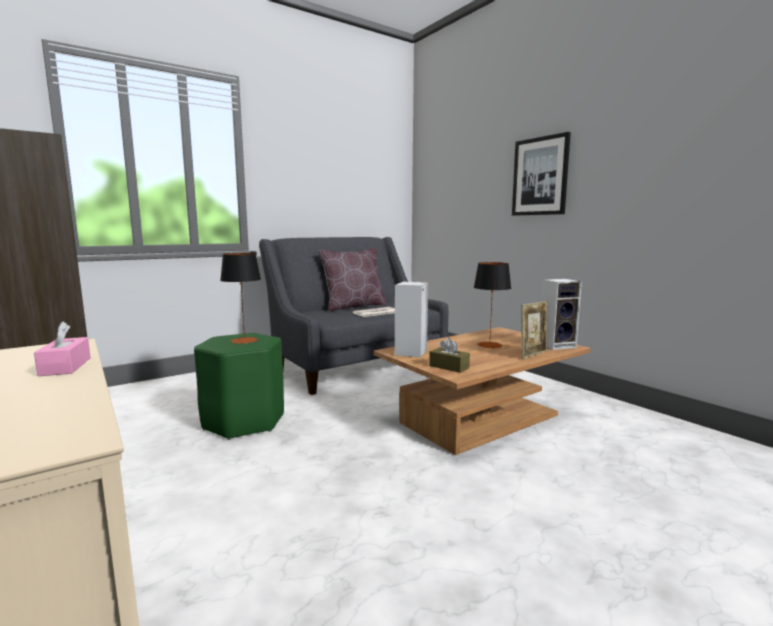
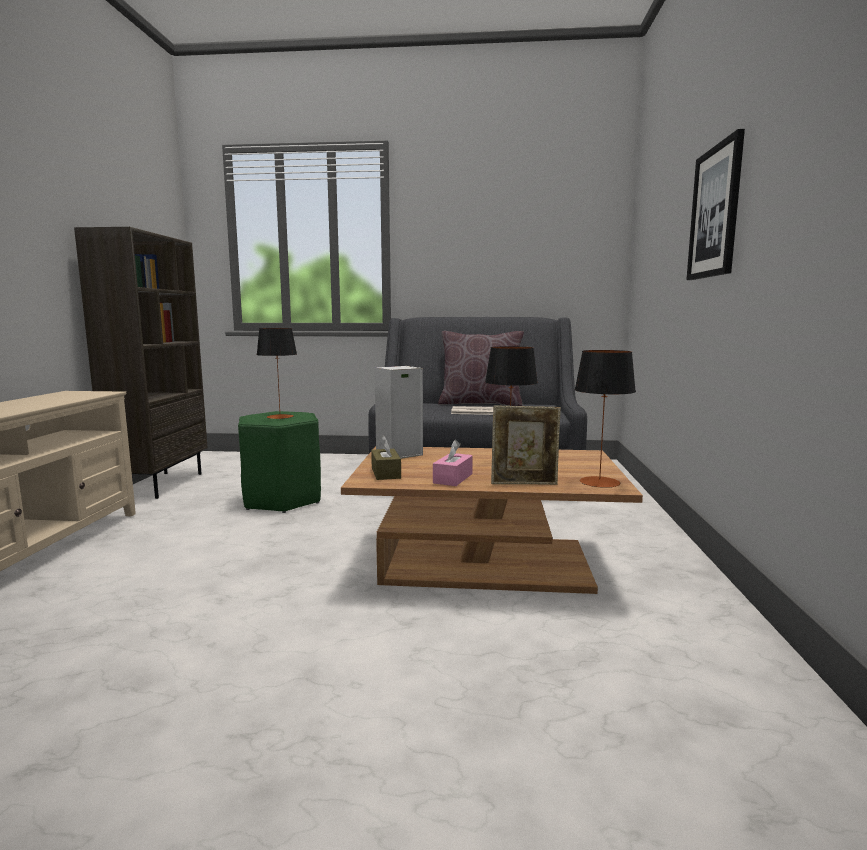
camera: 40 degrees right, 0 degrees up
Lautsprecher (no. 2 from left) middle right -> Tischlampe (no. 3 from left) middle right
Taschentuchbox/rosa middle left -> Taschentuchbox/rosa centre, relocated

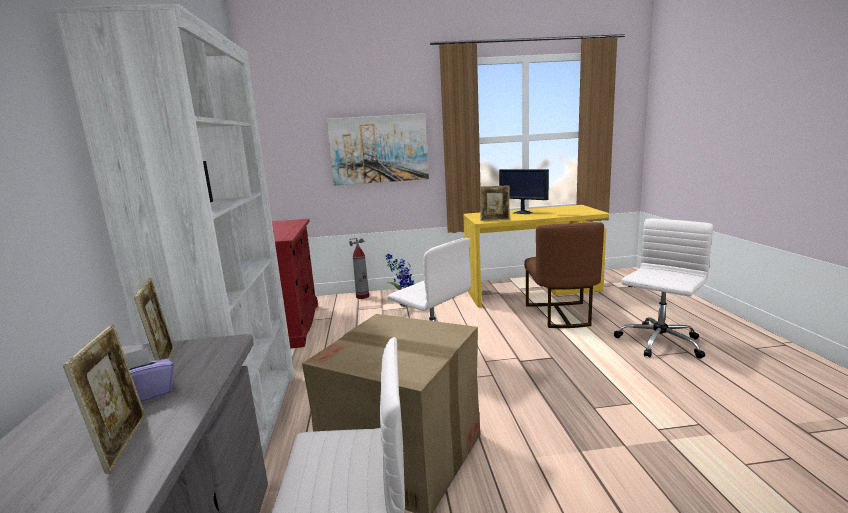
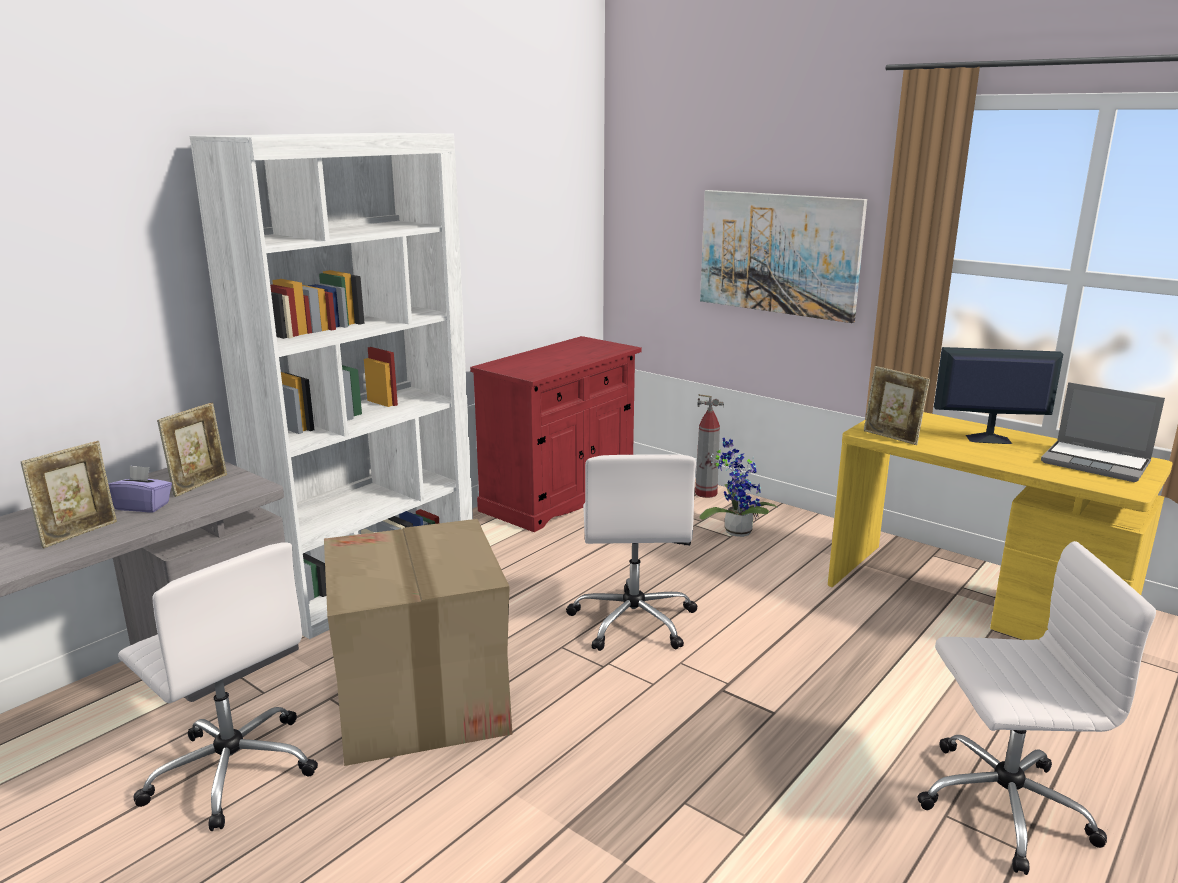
camera: 45 degrees right, 5 degrees up
Monitor centre -> Monitor middle right, 105 degrees clockwise
Stuhl/braun centre -> none
none -> Laptop middle right

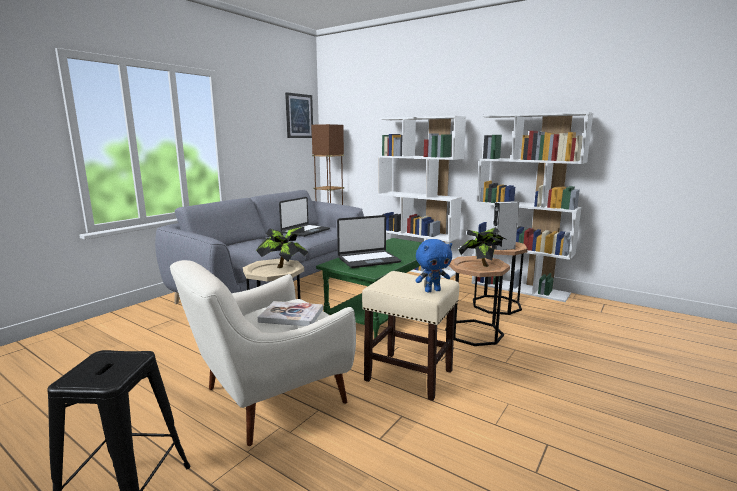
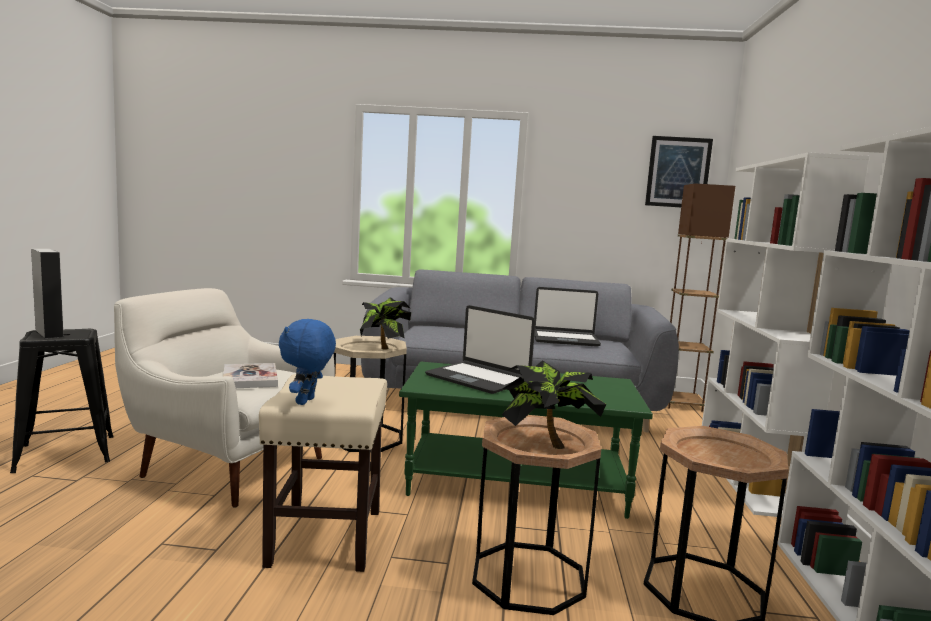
camera: 60 degrees right, 5 degrees down
Lautsprecher/grau middle right -> Lautsprecher/grau middle left, relocated
Plüschtier/blau centre -> Plüschtier/blau middle left, 60 degrees clockwise

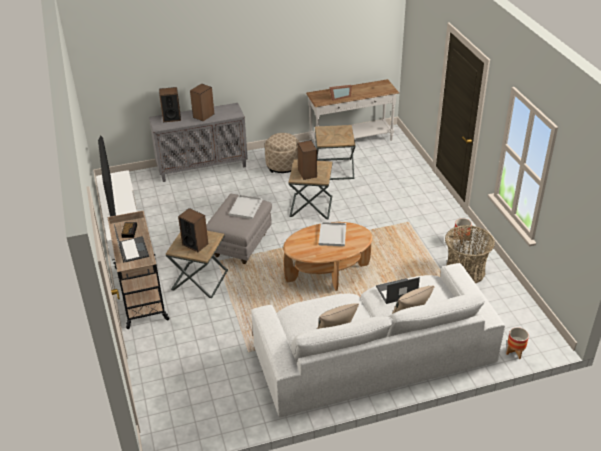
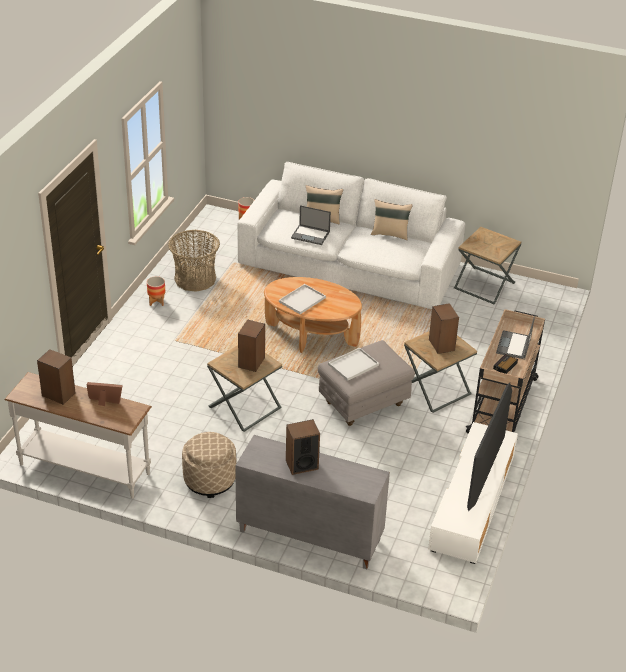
camera: 145 degrees left, 0 degrees up
Lautsprecher (no. 1 from left) top left -> Lautsprecher (no. 1 from left) middle left, relocated
Beistelltisch/braun (no. 3 from left) centre -> Beistelltisch/braun (no. 3 from left) middle right, relocated

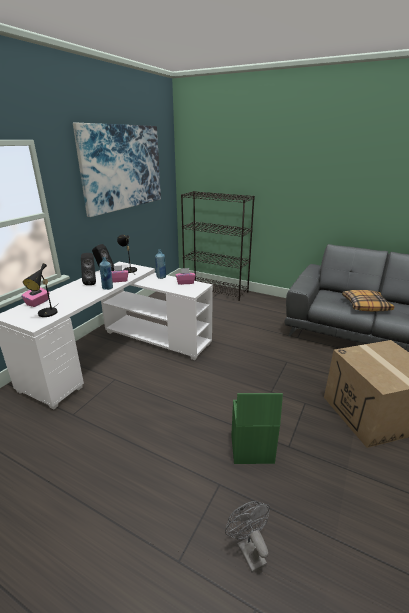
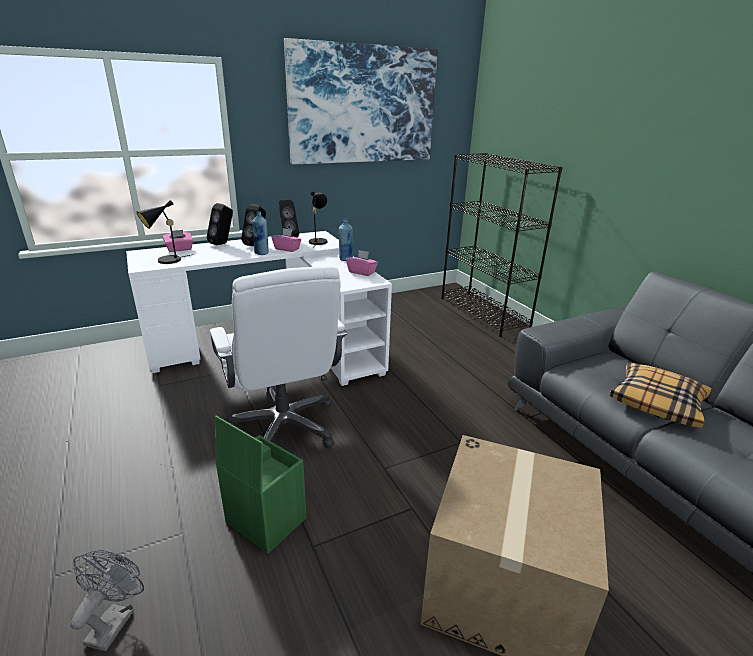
camera: 35 degrees right, 0 degrees up
none -> Lautsprecher/schwarz (no. 1 from left) middle left
none -> Bürostuhl/weiß centre

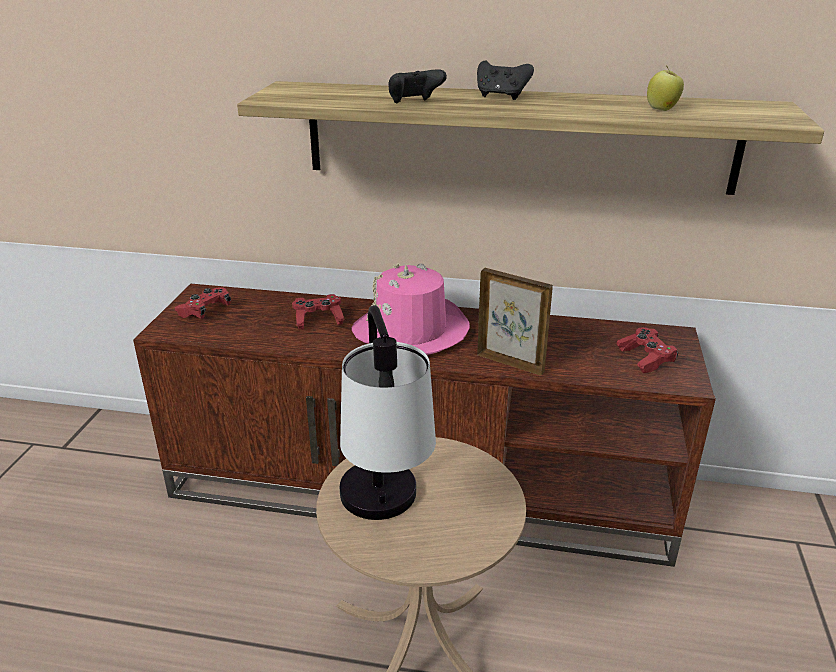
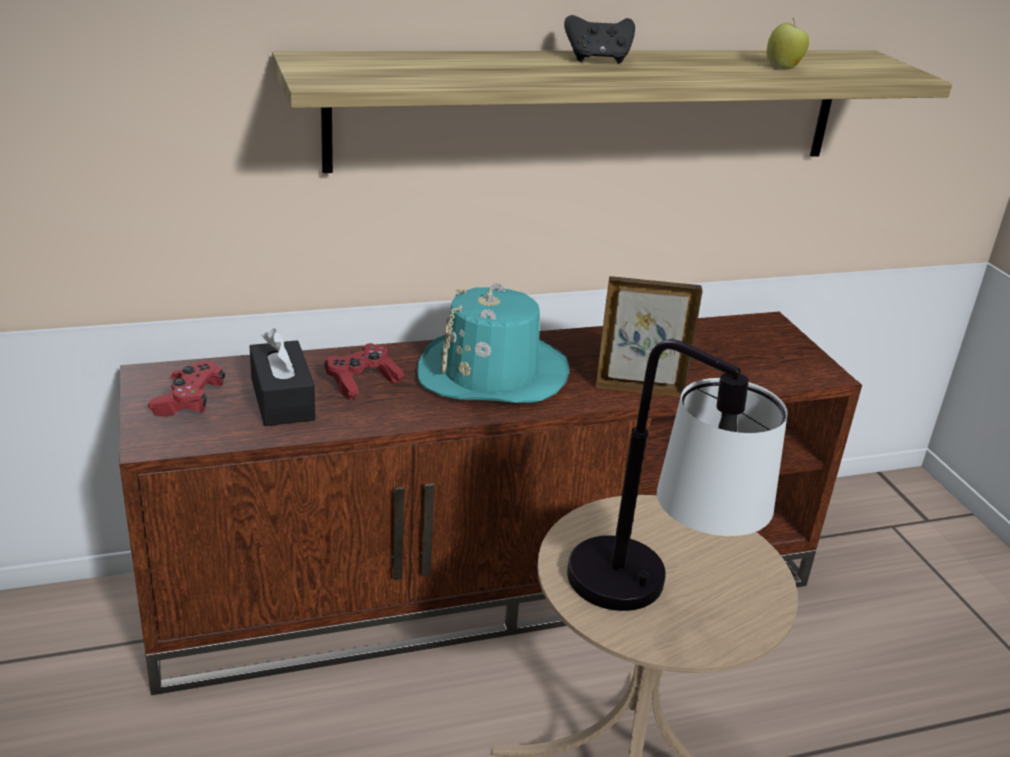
camera: 30 degrees left, 0 degrees up
Gamepad/schwarz (no. 1 from left) top centre -> none
Hut/rosa centre -> Hut/türkis centre
Gamepad/rot (no. 3 from left) middle right -> none
none -> Taschentuchbox/schwarz middle left

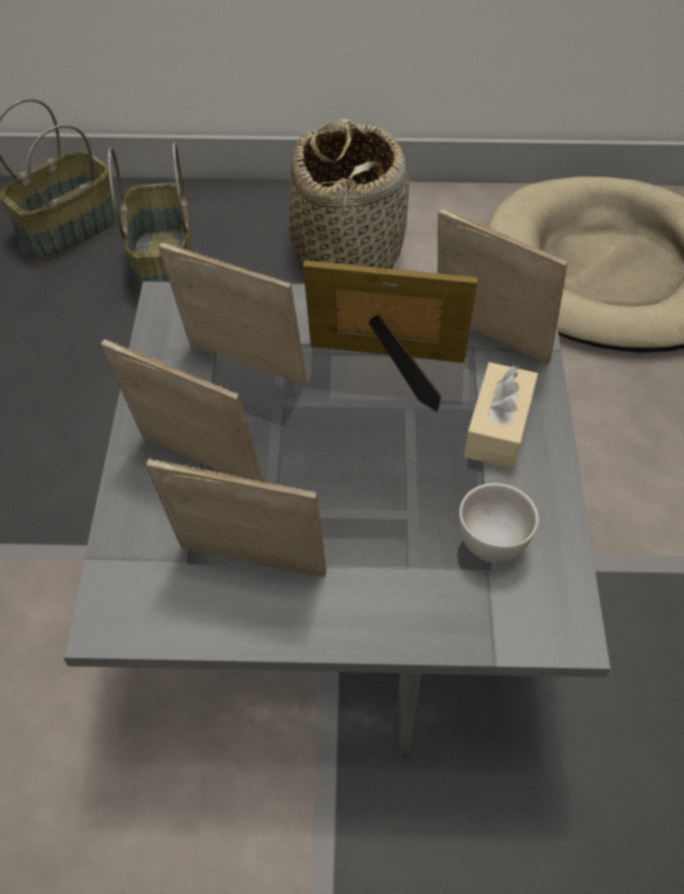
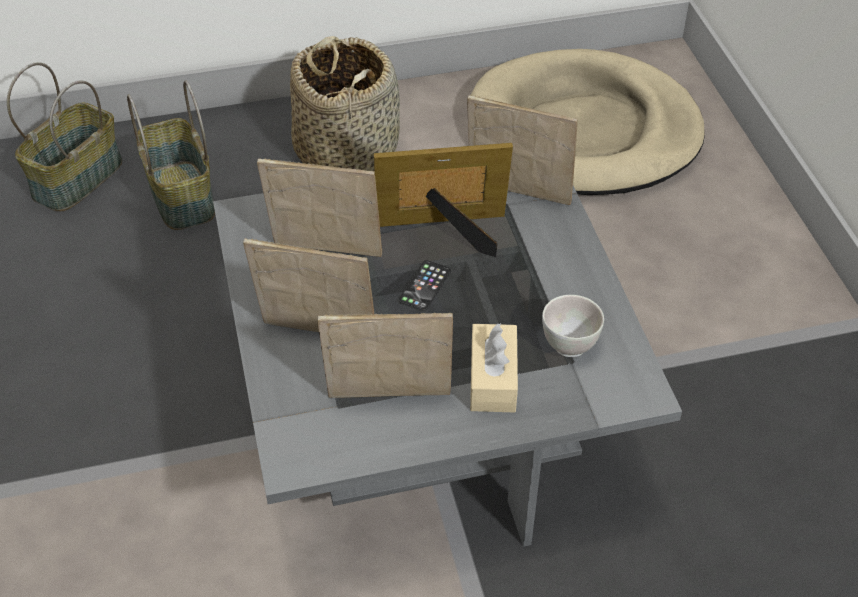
camera: 15 degrees left, 5 degrees down
Taschentuchbox/beige middle right -> Taschentuchbox/beige centre, relocated
none -> Handy centre

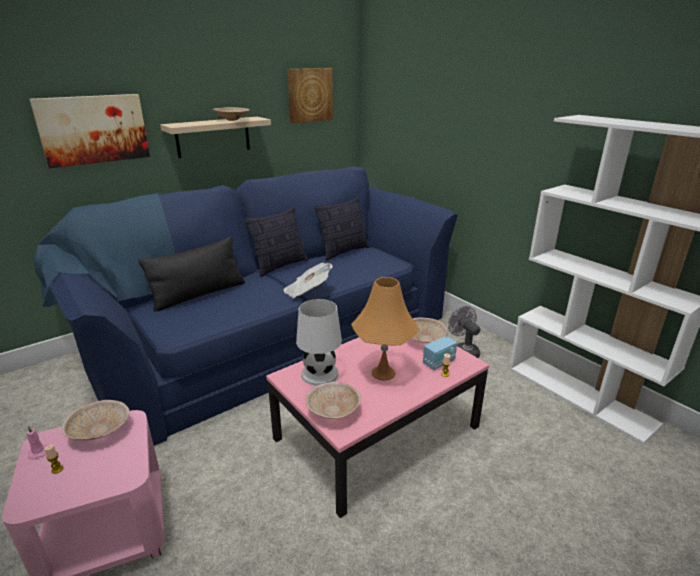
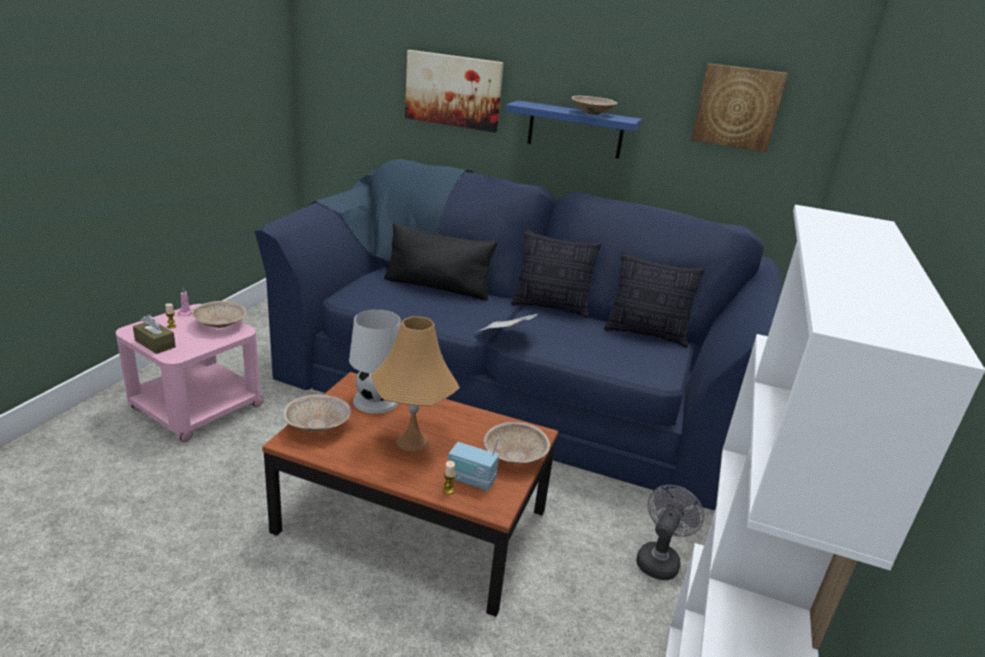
camera: 55 degrees right, 0 degrees up
Wandregal/beige top left -> Wandregal/blau top centre
Couchtisch/rosa bottom centre -> Couchtisch/braun bottom centre
none -> Taschentuchbox/braun middle left

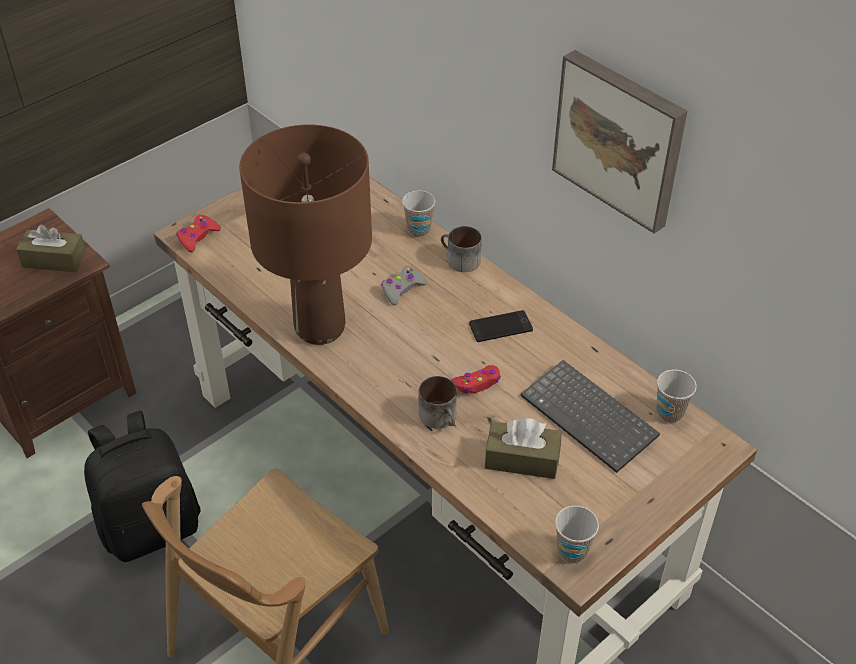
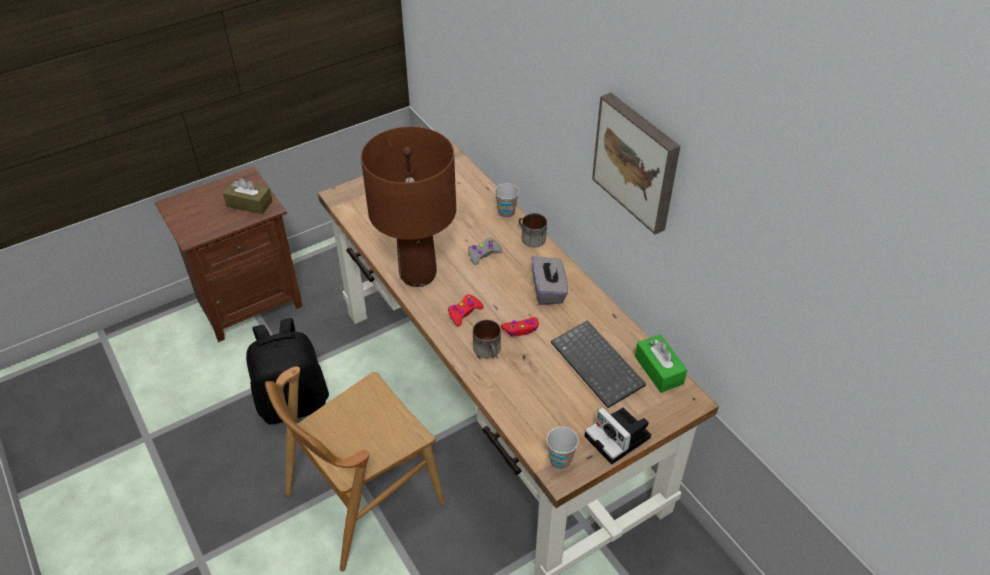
camera: 10 degrees right, 0 degrees up
Gamepad/rot (no. 1 from left) middle left -> Gamepad/rot (no. 1 from left) centre, relocated
Handy centre -> Taschentuchbox/grau centre
Tasse (no. 3 from left) middle right -> Taschentuchbox/grün middle right
Taschentuchbox/braun (no. 2 from left) bottom centre -> none
none -> Kamera bottom centre

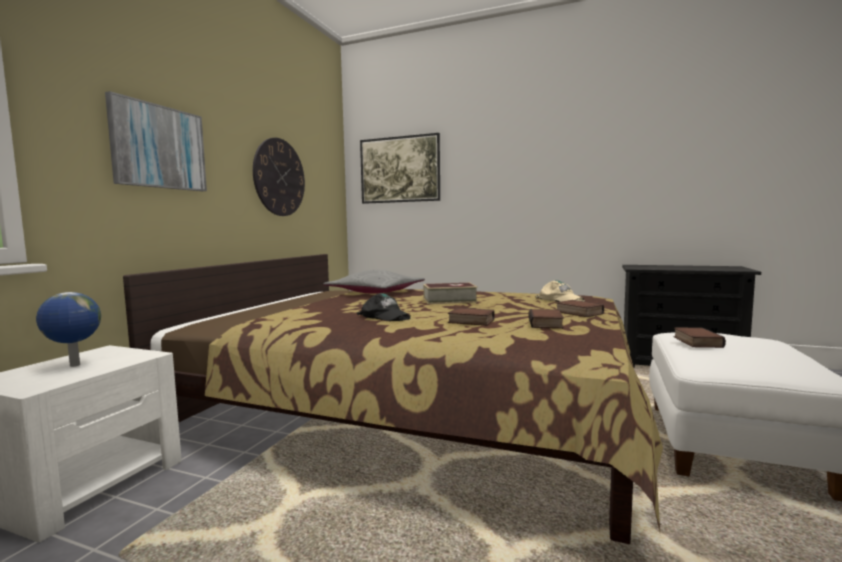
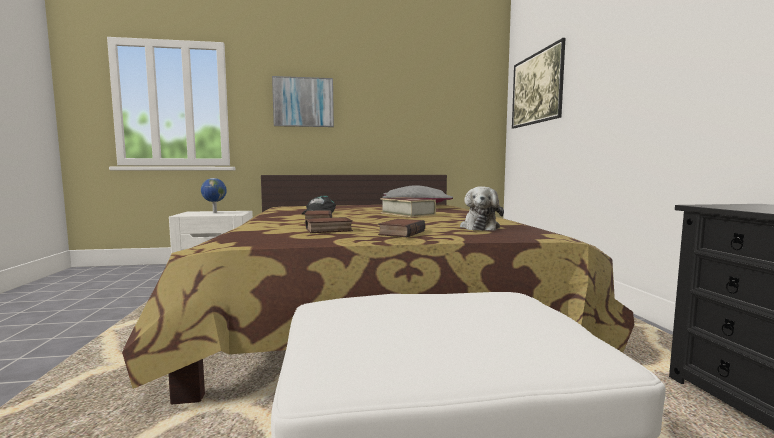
camera: 60 degrees right, 0 degrees up
Wanduhr top left -> none
Kappe/beige centre -> Plüschtier centre
Buch (no. 5 from left) middle right -> none

